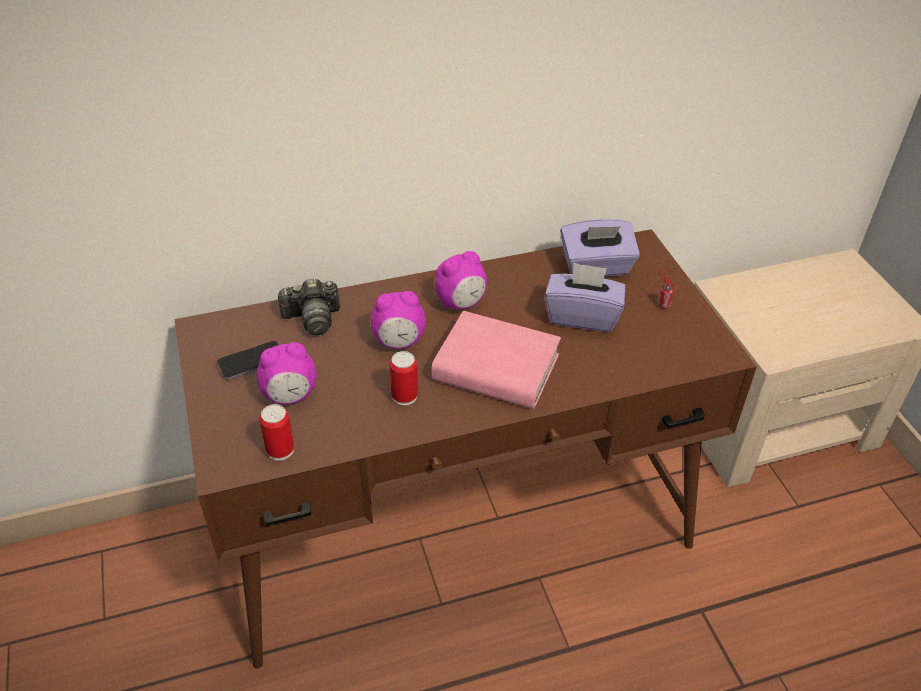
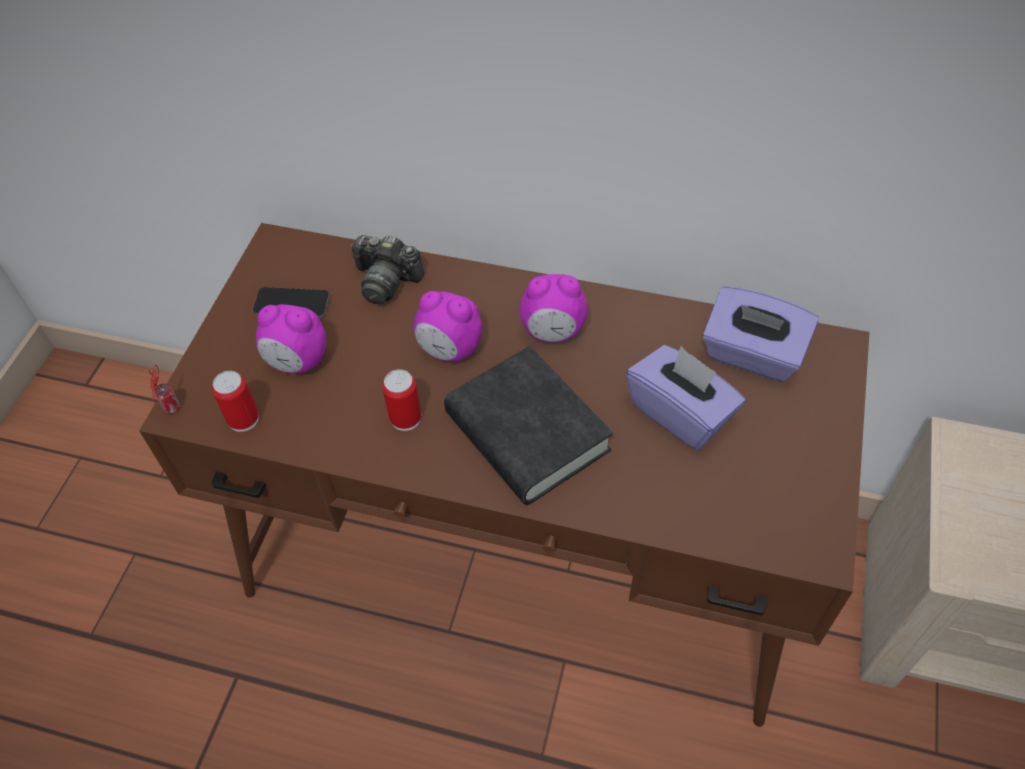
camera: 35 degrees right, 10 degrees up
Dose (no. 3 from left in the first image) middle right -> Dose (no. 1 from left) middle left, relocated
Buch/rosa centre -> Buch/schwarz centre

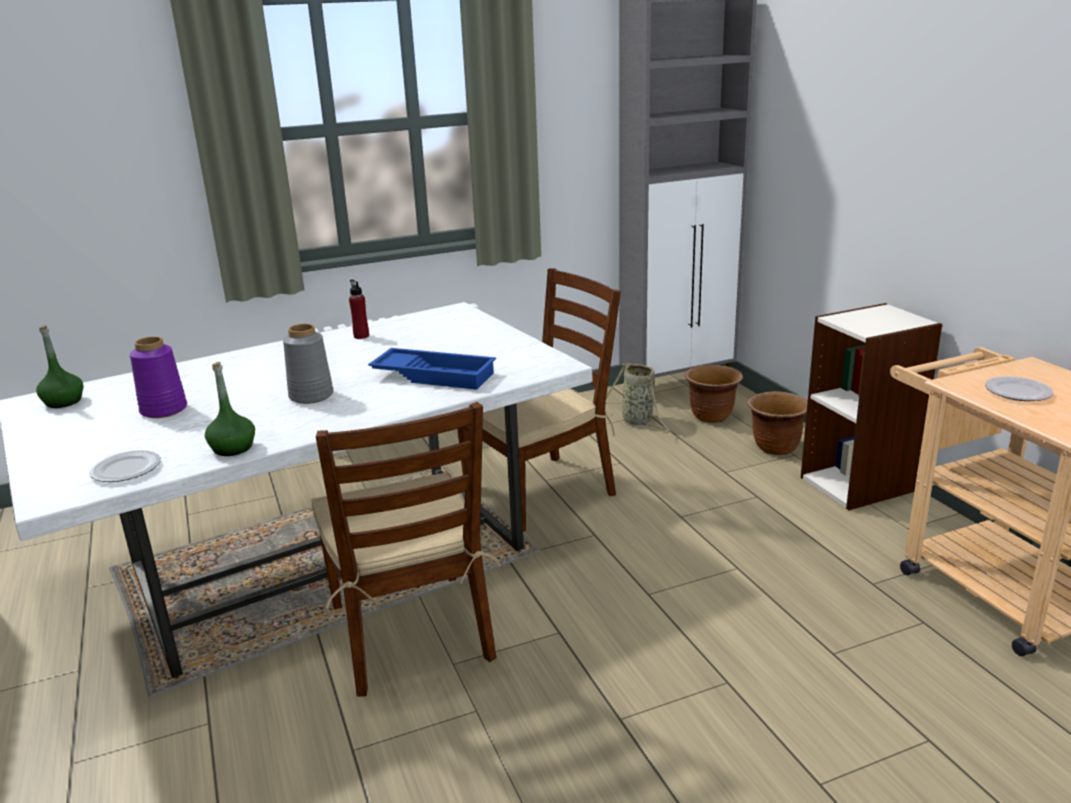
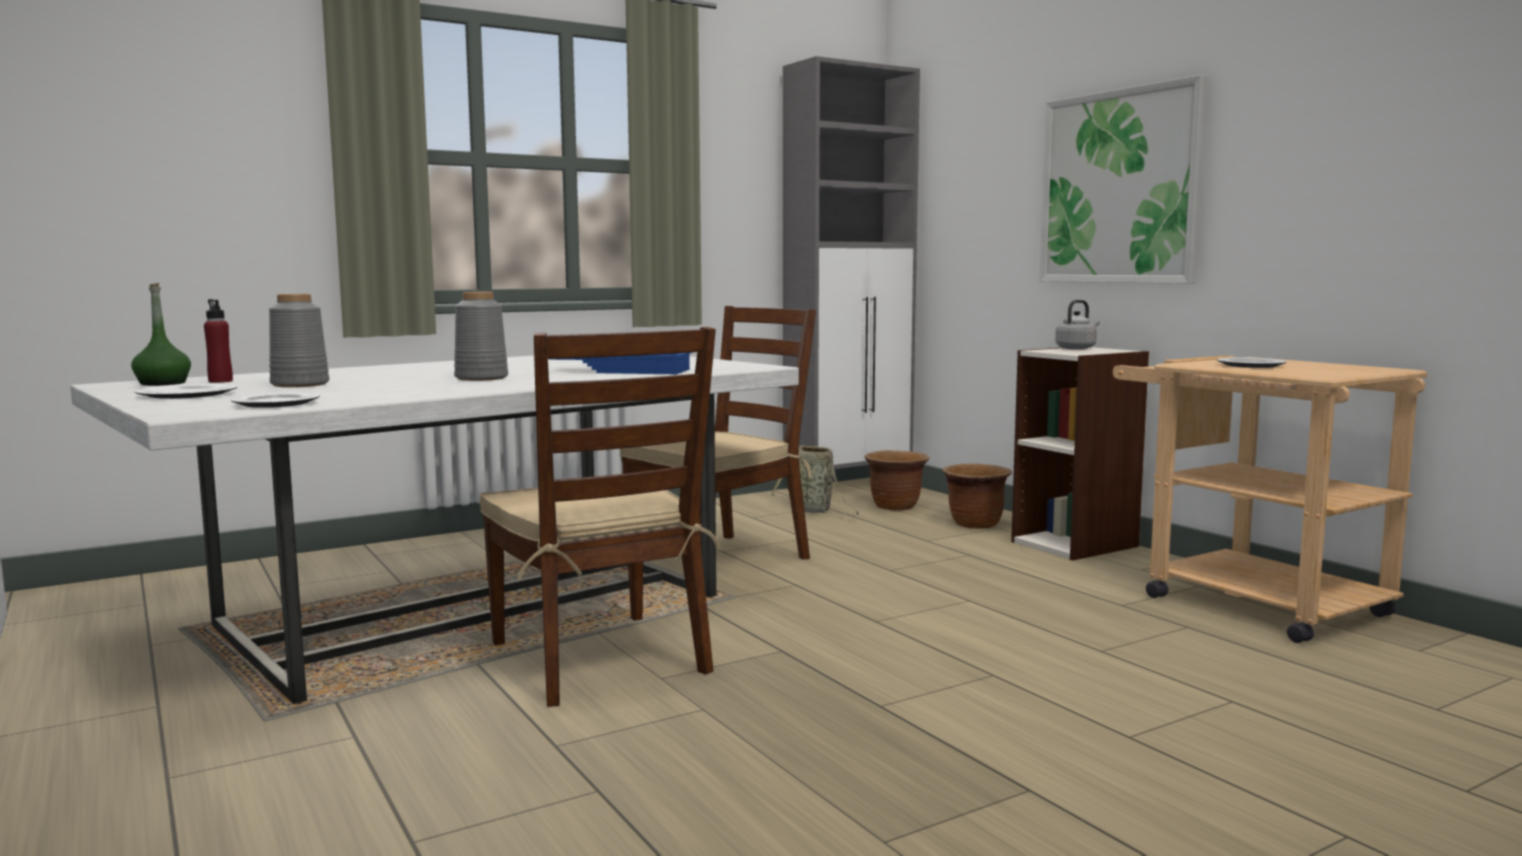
camera: 10 degrees left, 15 degrees down
Flasche/rot centre -> Flasche/rot middle left, relocated
Vase/lila middle left -> Vase/grau (no. 1 from left) middle left
Flasche/grün (no. 2 from left) middle left -> none
none -> Bild top right
none -> Wasserkessel/grau middle right
none -> Teller (no. 1 from left) middle left

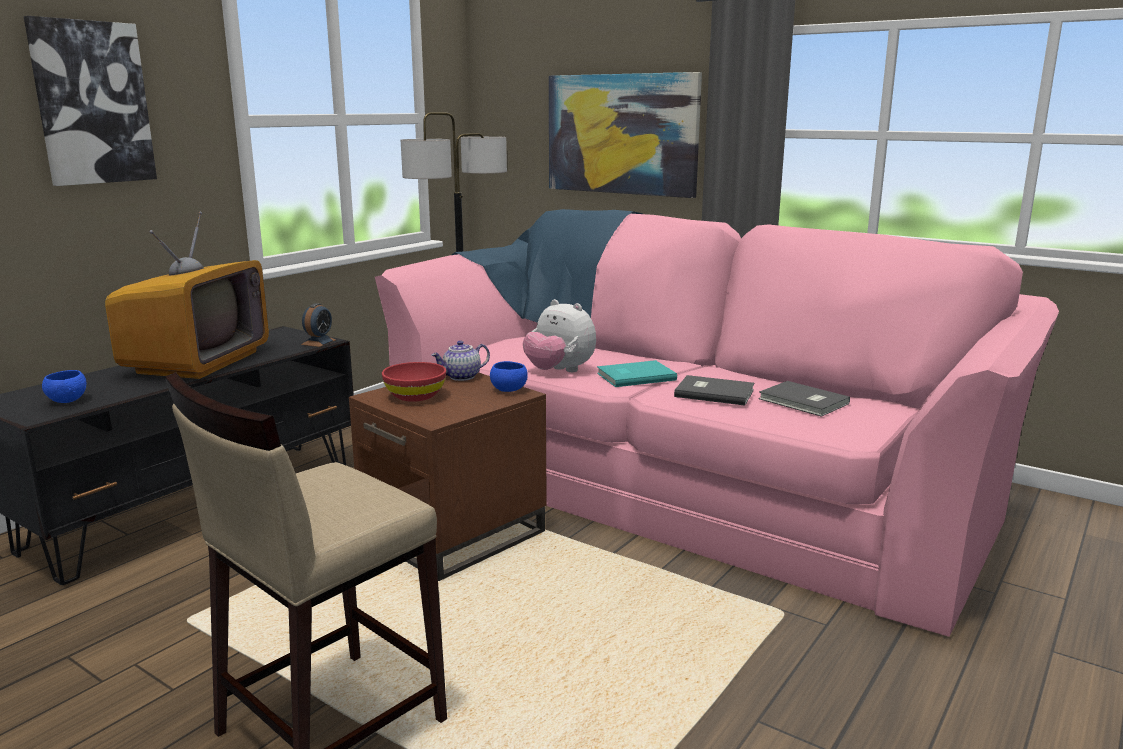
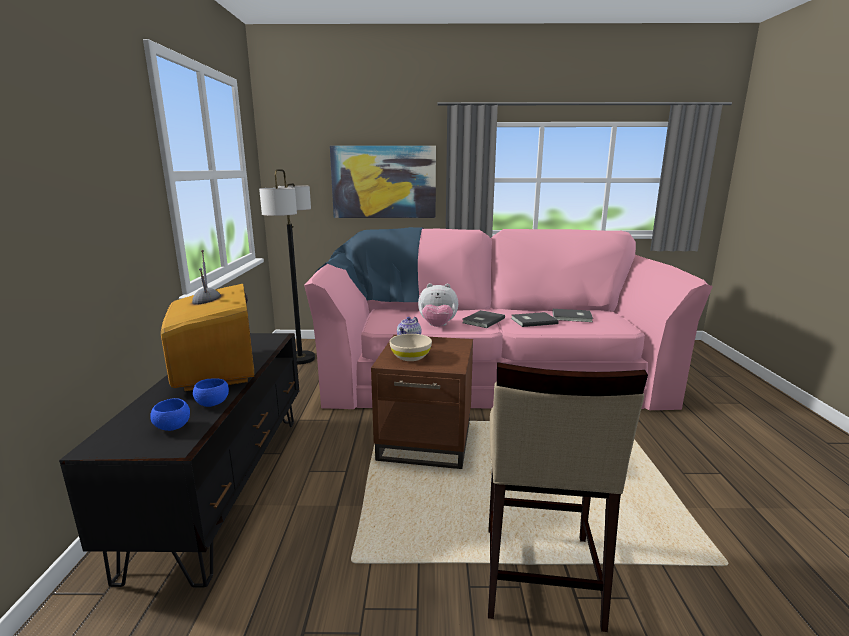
camera: 35 degrees left, 0 degrees up
Bild (no. 1 from left) top left -> none
Wecker middle left -> none
Buch/türkis centre -> Buch/grau (no. 1 from left) centre
Schüssel/blau (no. 2 from left) centre -> Schüssel/blau (no. 2 from left) middle left, relocated
Schüssel/rot centre -> Schüssel/beige centre

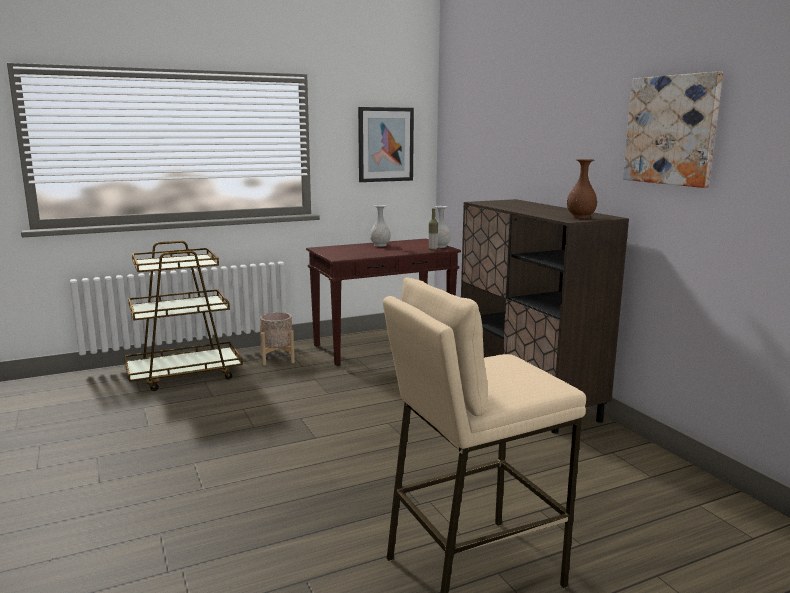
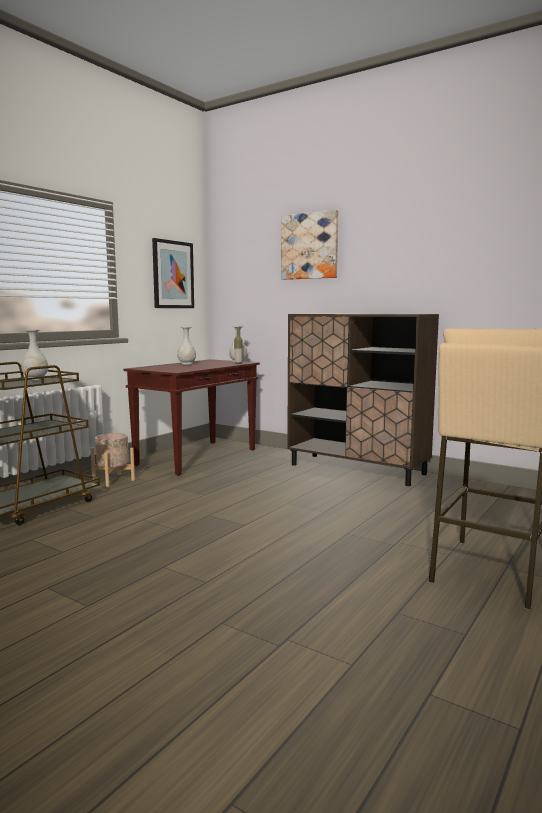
camera: 30 degrees left, 5 degrees down
Bild (no. 2 from left) top right -> Bild (no. 2 from left) top centre, relocated
Vase/braun top right -> none
none -> Vase/weiß (no. 1 from left) middle left

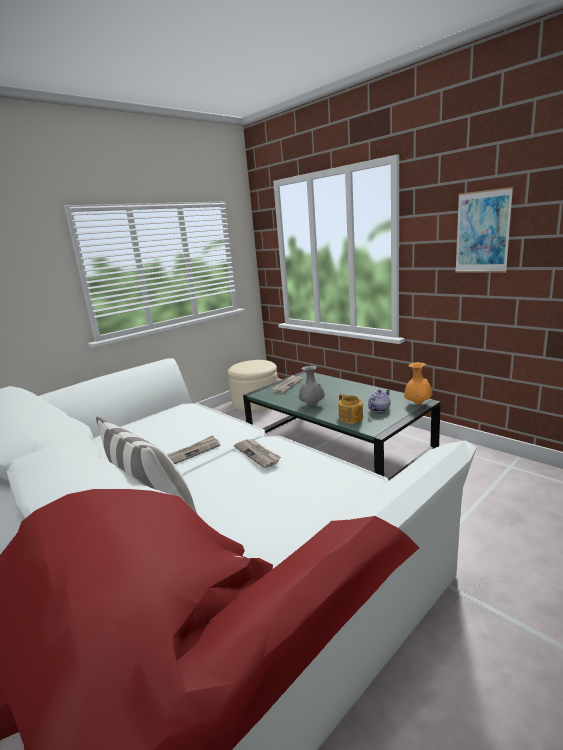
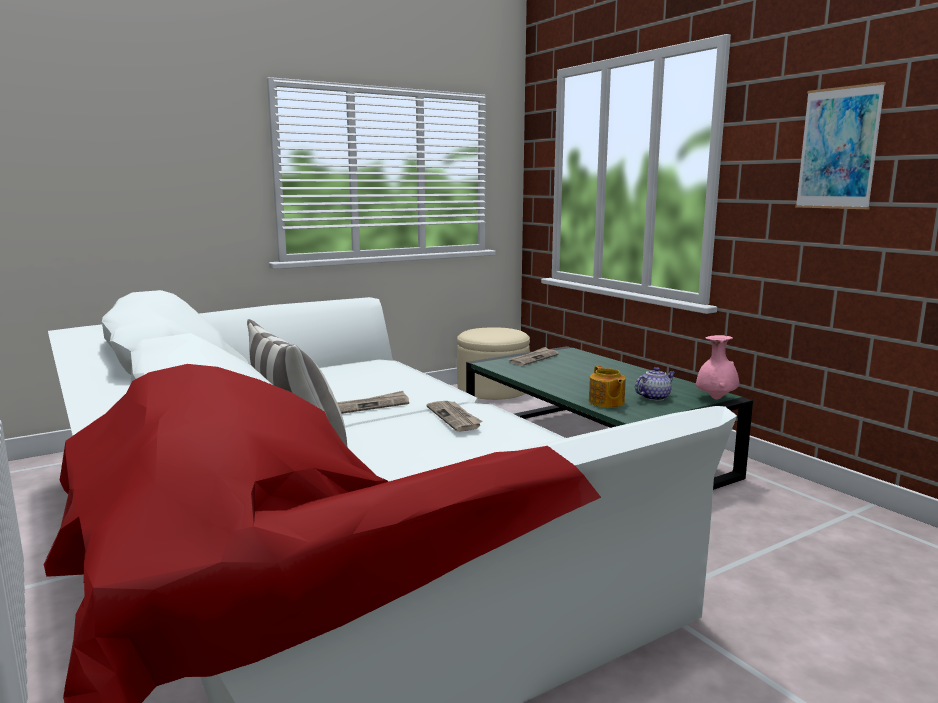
camera: 10 degrees right, 5 degrees down
Vase/orange middle right -> Vase/rosa middle right
Vase/grau centre -> none

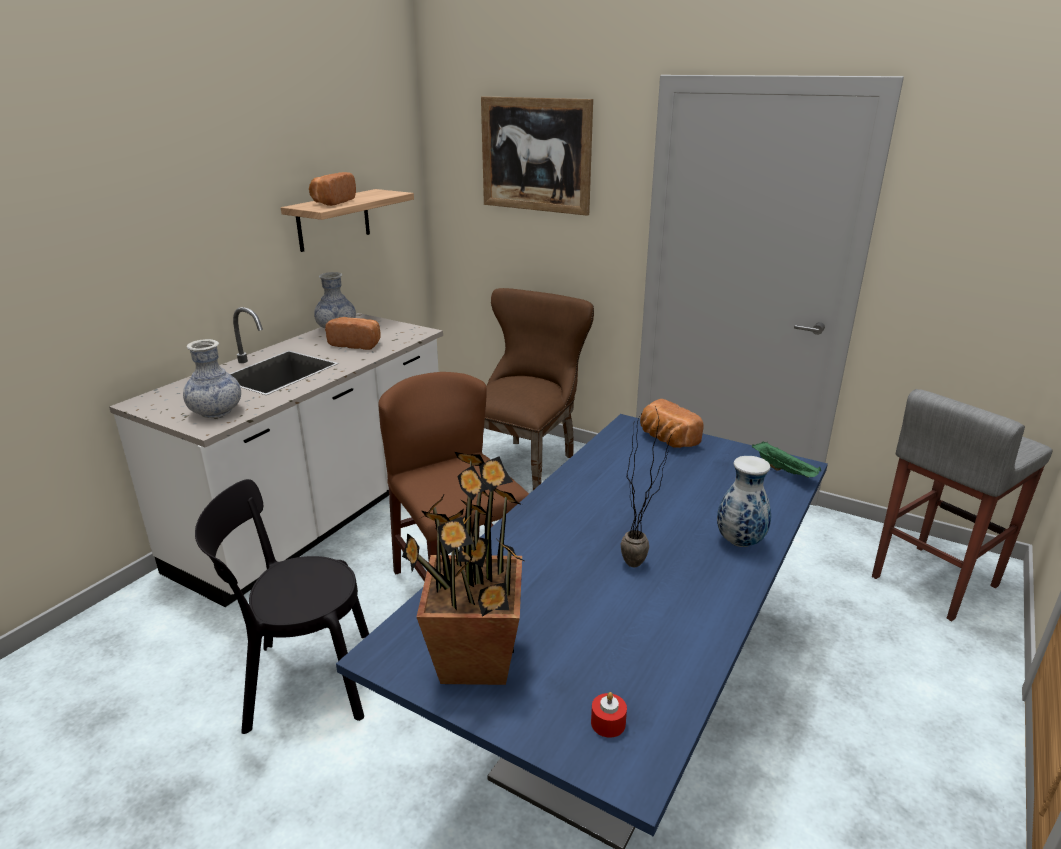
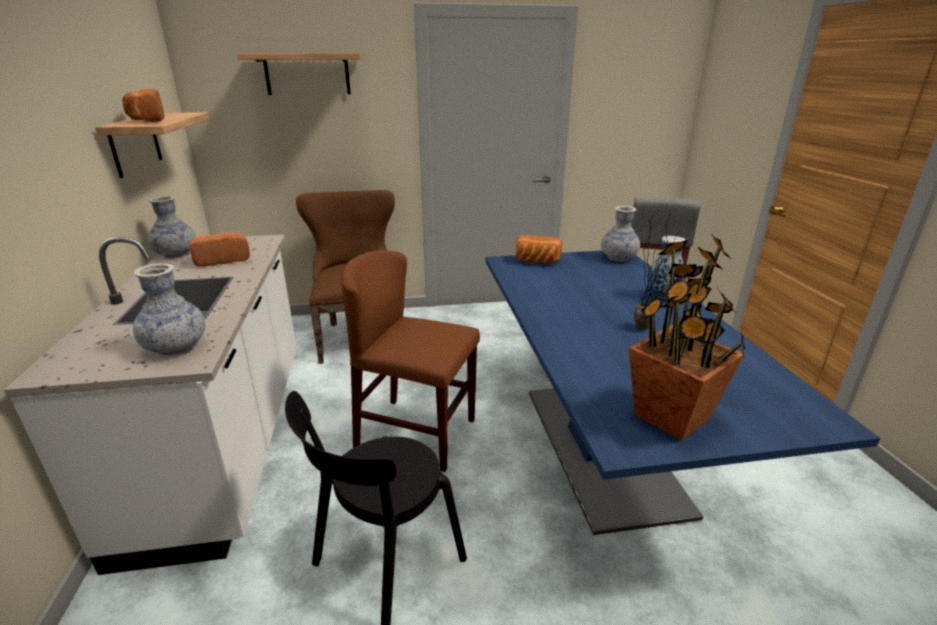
camera: 40 degrees left, 0 degrees up
Bild top centre -> Wandregal (no. 2 from left) top left
Tablett/grün middle right -> Vase (no. 3 from left) centre
Kerze/rot bottom centre -> none

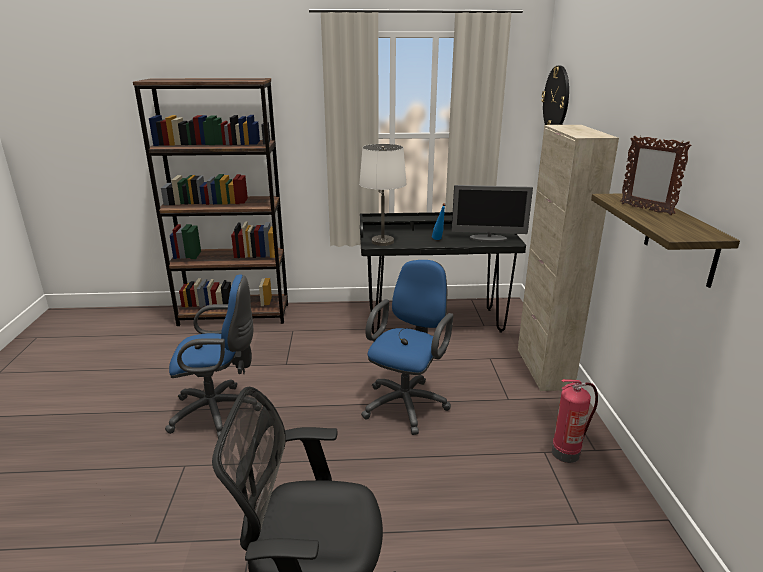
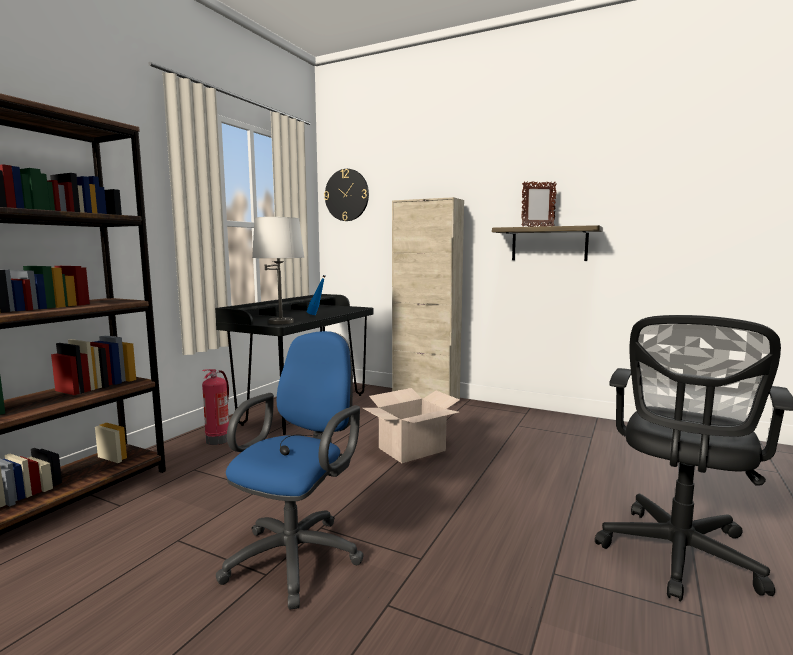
camera: 60 degrees left, 15 degrees down
Monitor centre -> none
Bürostuhl/blau (no. 2 from left) centre -> Karton centre
Feuerlöscher bottom right -> Feuerlöscher middle left, relocated

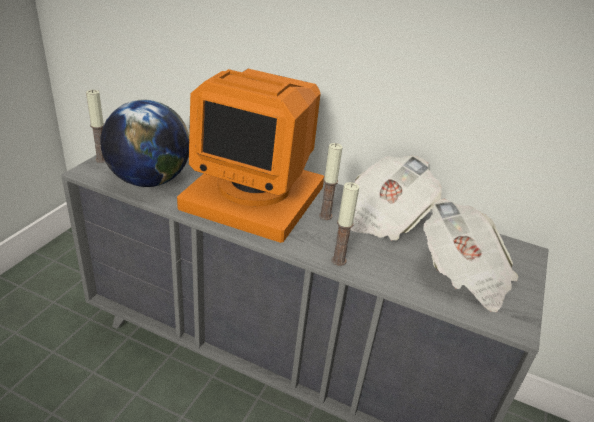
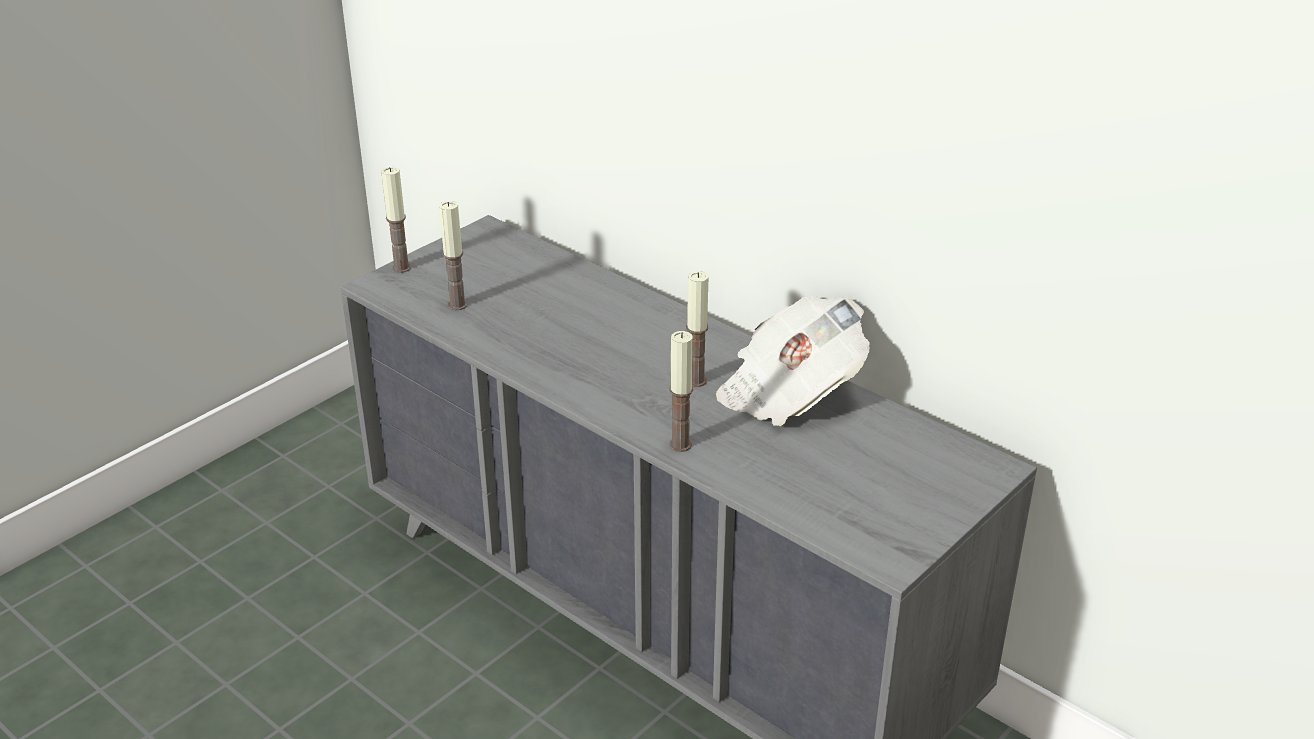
camera: 20 degrees right, 0 degrees up
Monitor centre -> none
Globus middle left -> Kerze (no. 2 from left) centre
Zeitung (no. 2 from left) middle right -> none

